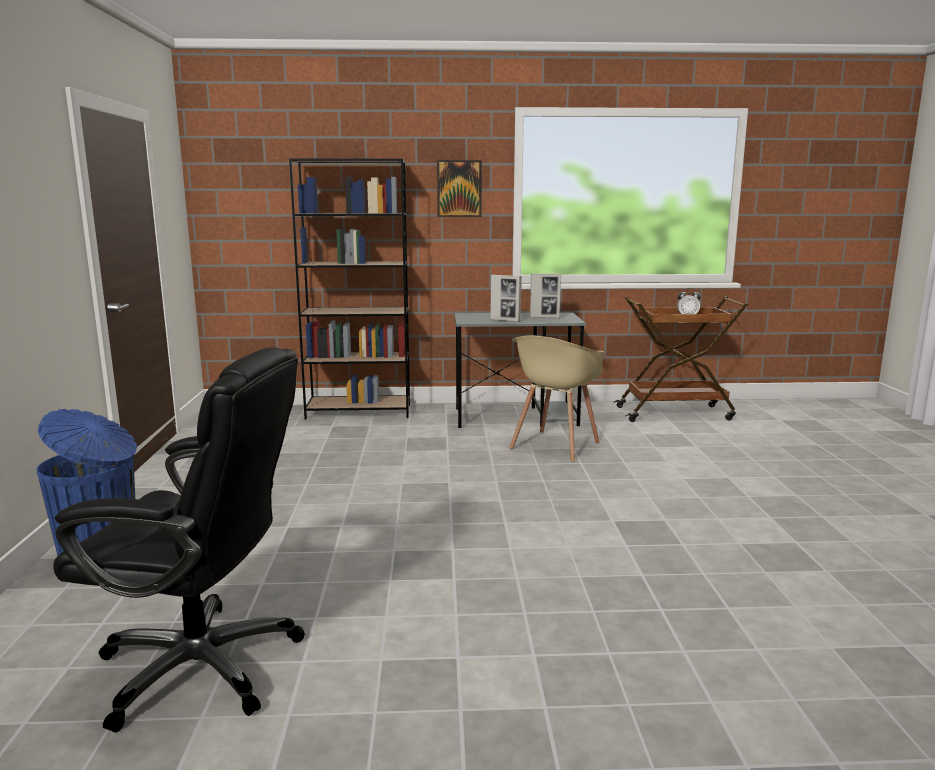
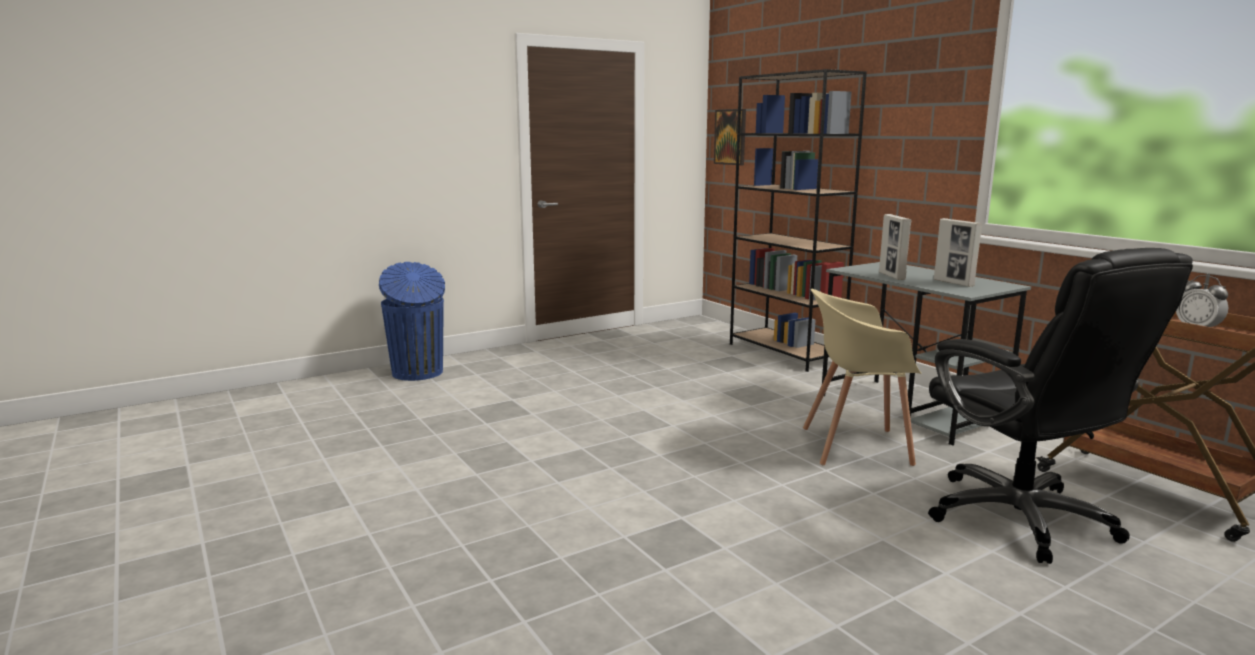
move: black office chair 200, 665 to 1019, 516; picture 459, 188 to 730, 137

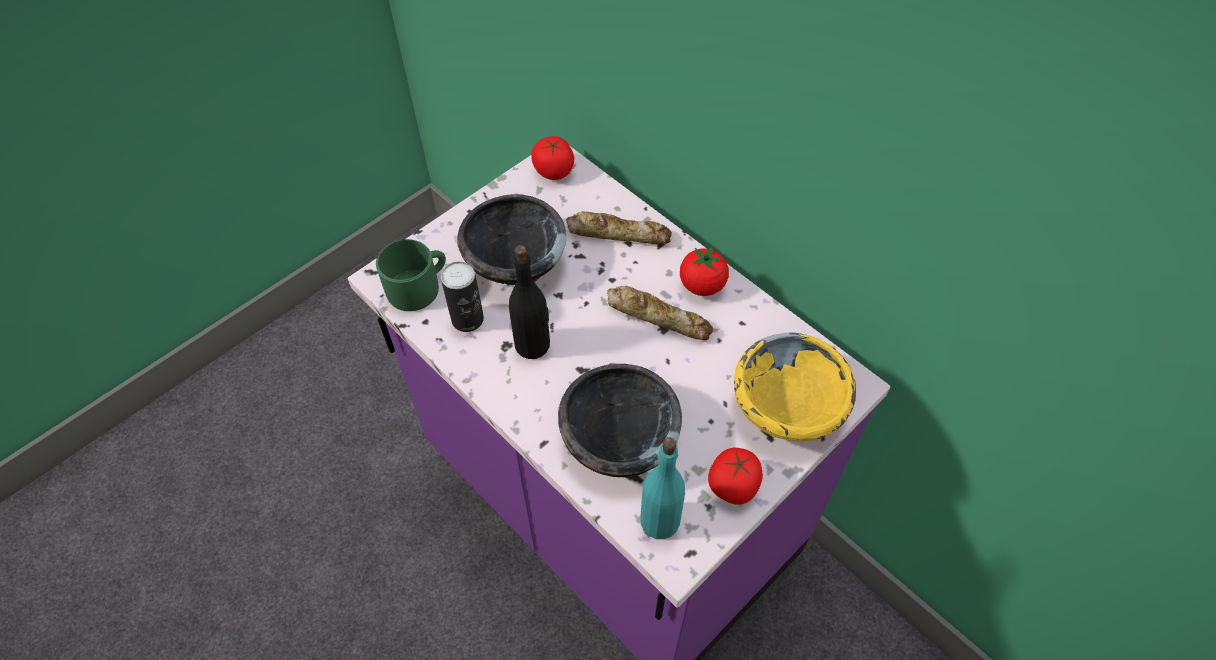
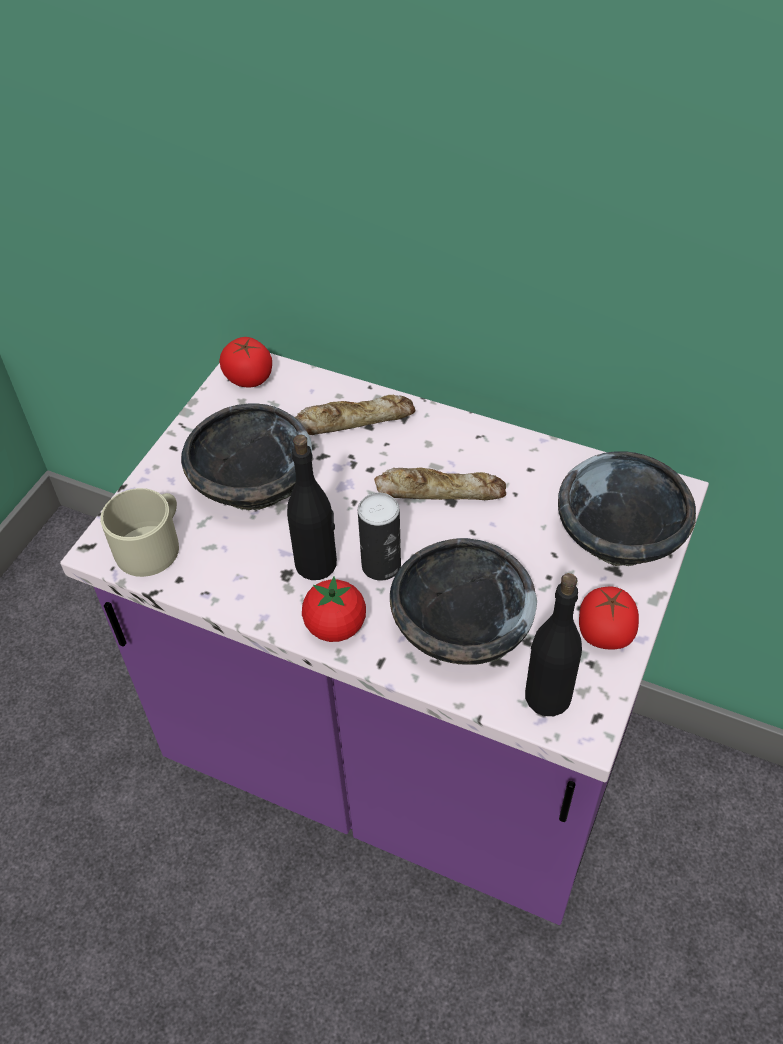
move: can 467, 319 to 381, 565; tomato 702, 285 to 335, 626
recolor: green mug 419, 286 to beige mug 153, 544; turquoise bottle 659, 520 to black bottle 547, 696; yellow bowl 786, 407 to black bowl 618, 537

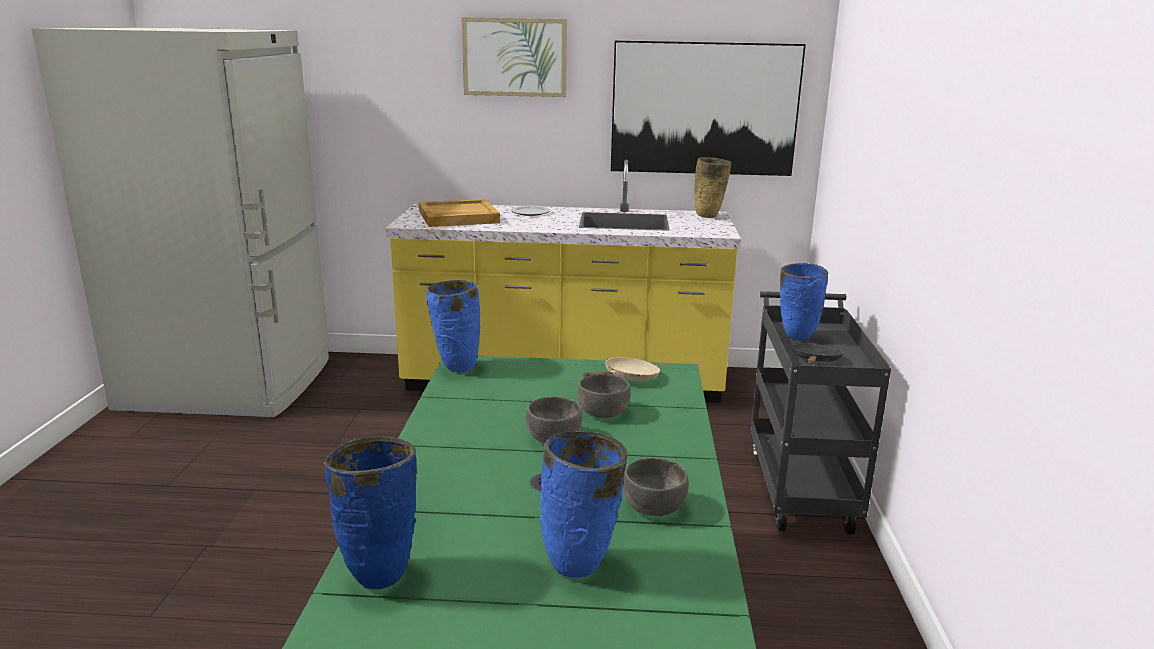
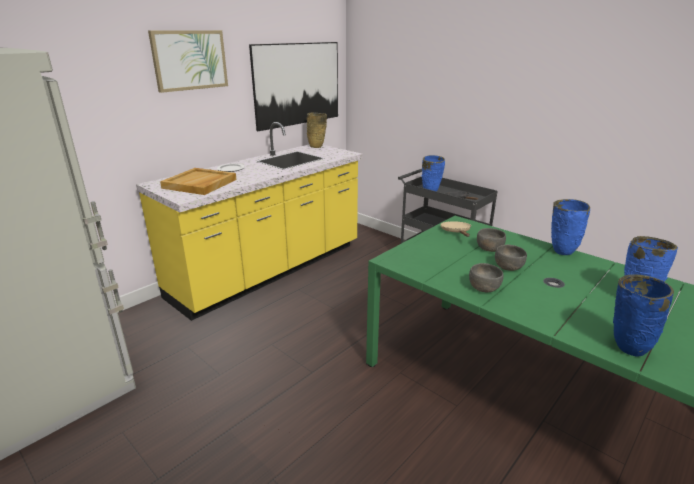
move: blue vase 456, 366 to 561, 252; grey bowl 655, 507 to 484, 287

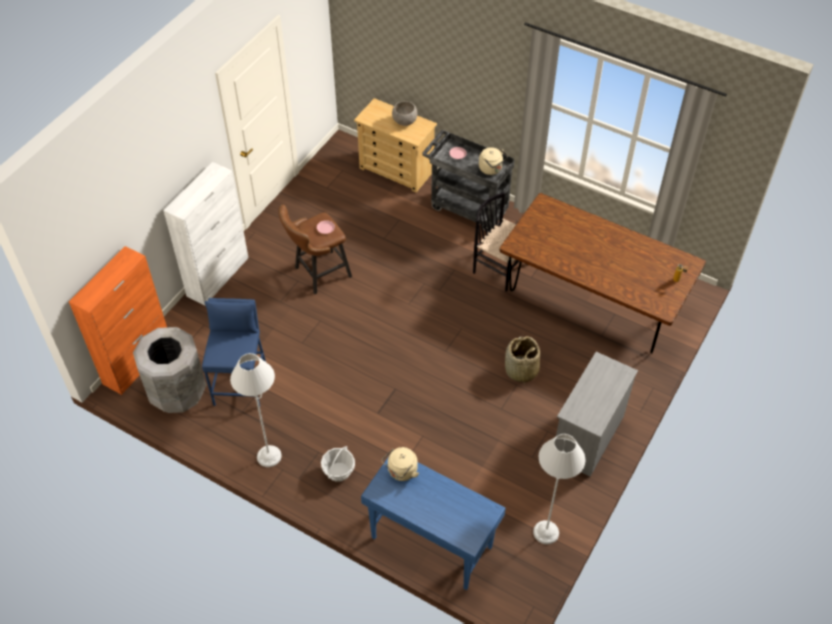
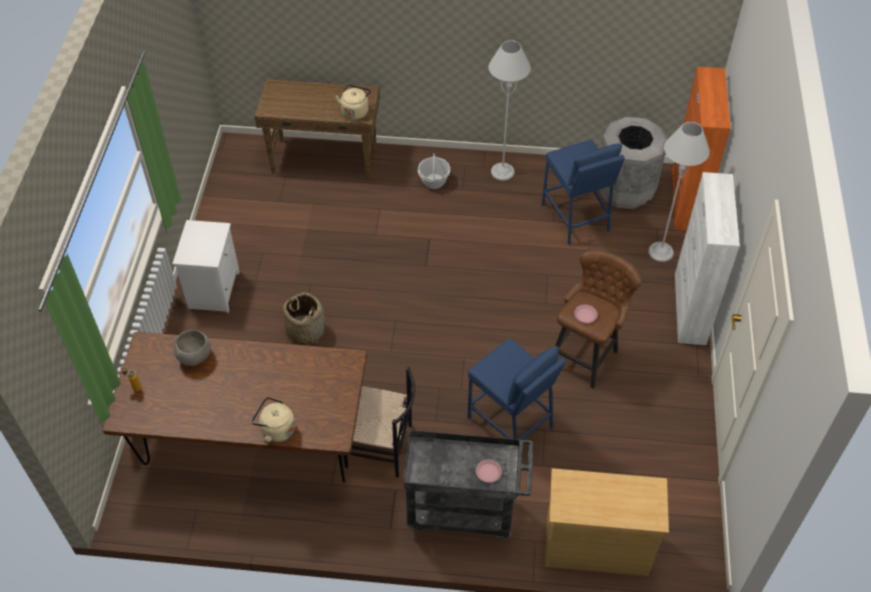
insert: blue stool 510, 422
move: grey bowl 404, 121 to 195, 357; beige kettle 491, 169 to 276, 429; grey floor lamp 546, 532 to 660, 252
replace: grey dresser 587, 437 to white nightstand 213, 289
recolor: blue console table 431, 542 to brown console table 325, 160

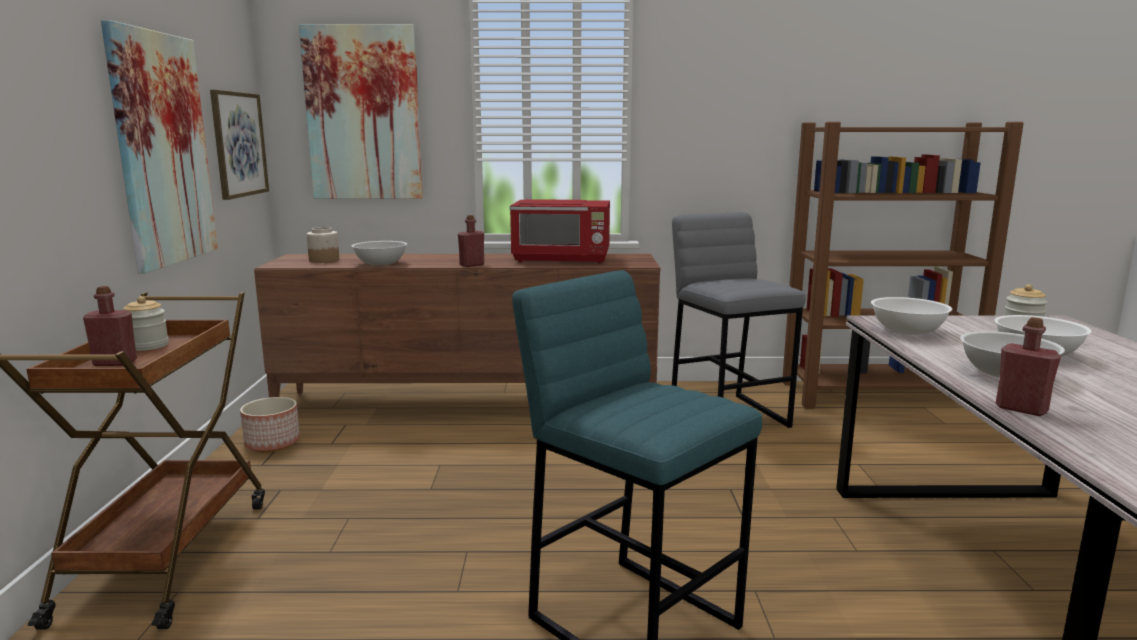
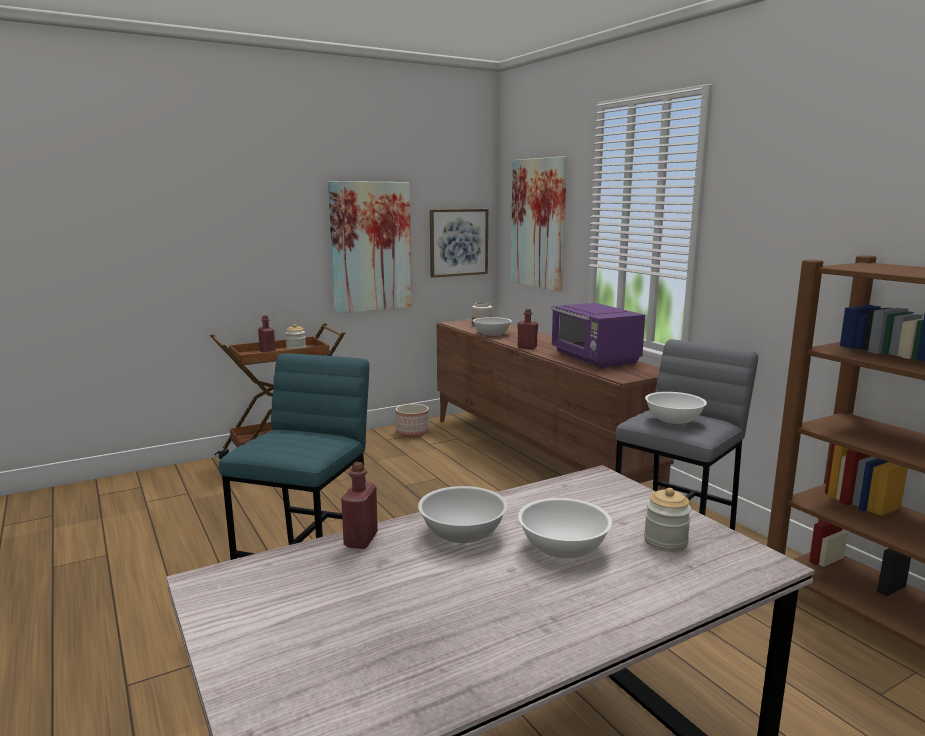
move: white bowl 907, 331 to 674, 420
recolor: red microwave 563, 259 to purple microwave 594, 359

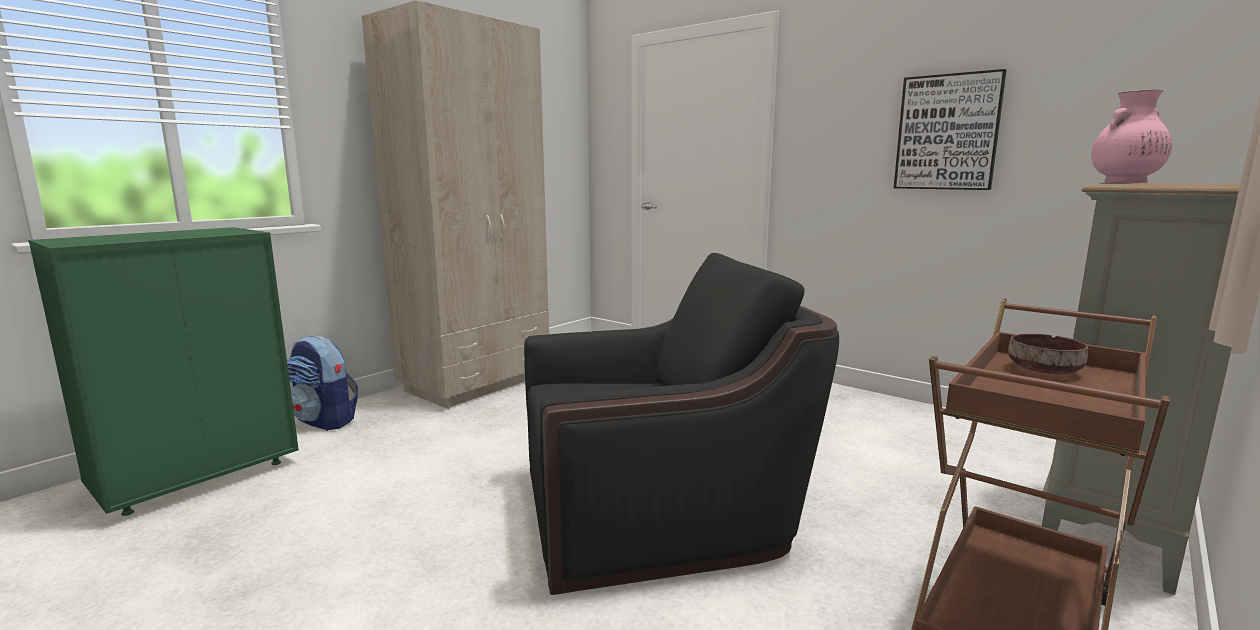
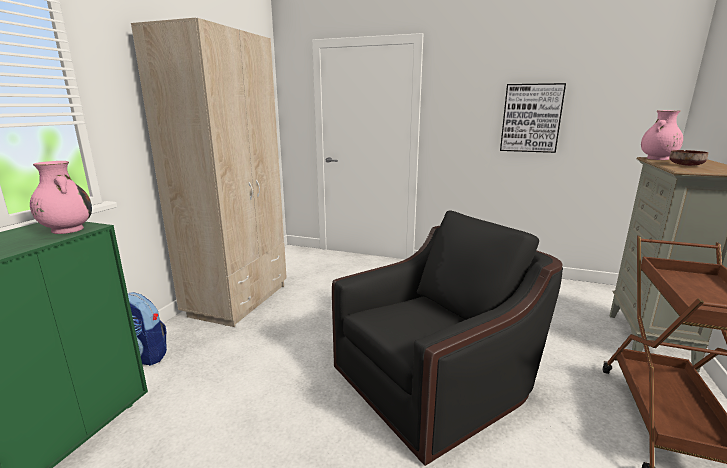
insert: pink vase 67, 229
move: brown bowl 1042, 371 to 685, 165

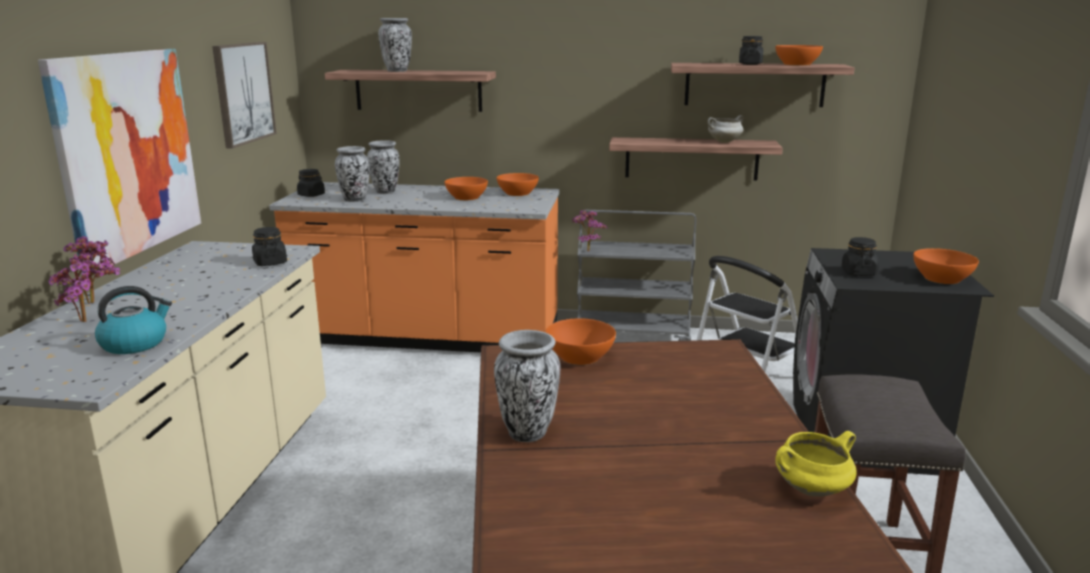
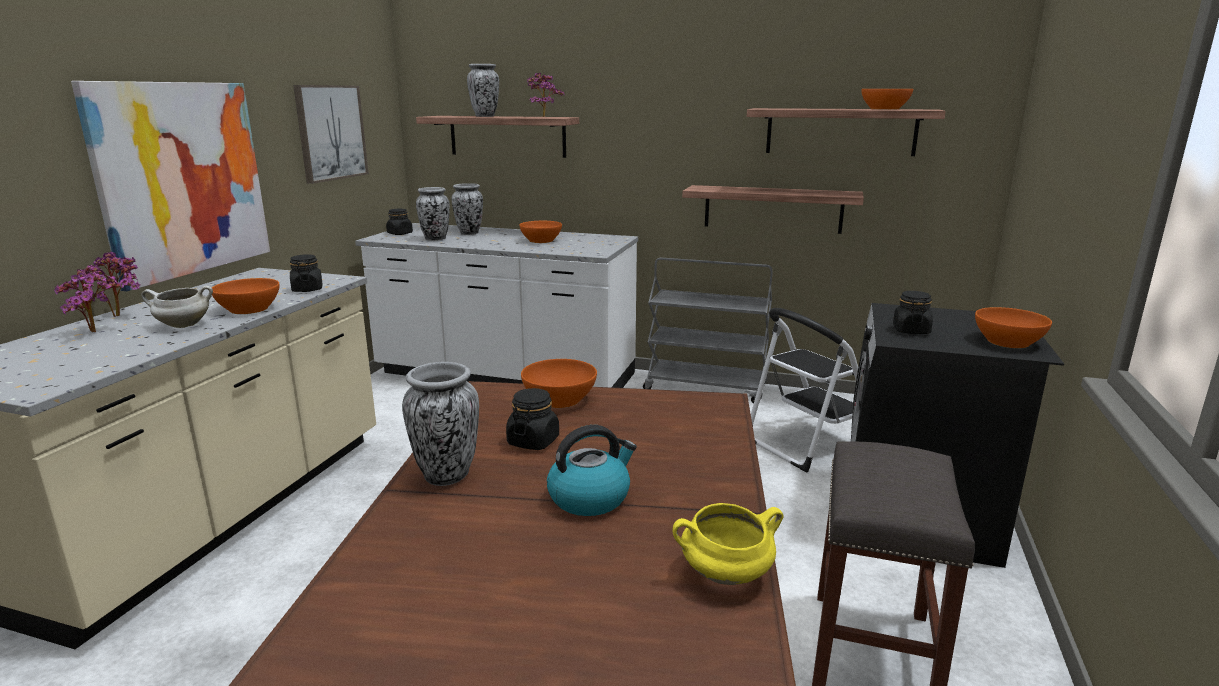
move: kettle 135, 343 to 590, 497; orange bowl 517, 193 to 248, 309; potted plant 587, 250 to 543, 117; white cooking pot 724, 142 to 183, 326; black jar 750, 64 to 533, 441
recolor: orange counter 427, 336 to white counter 505, 375

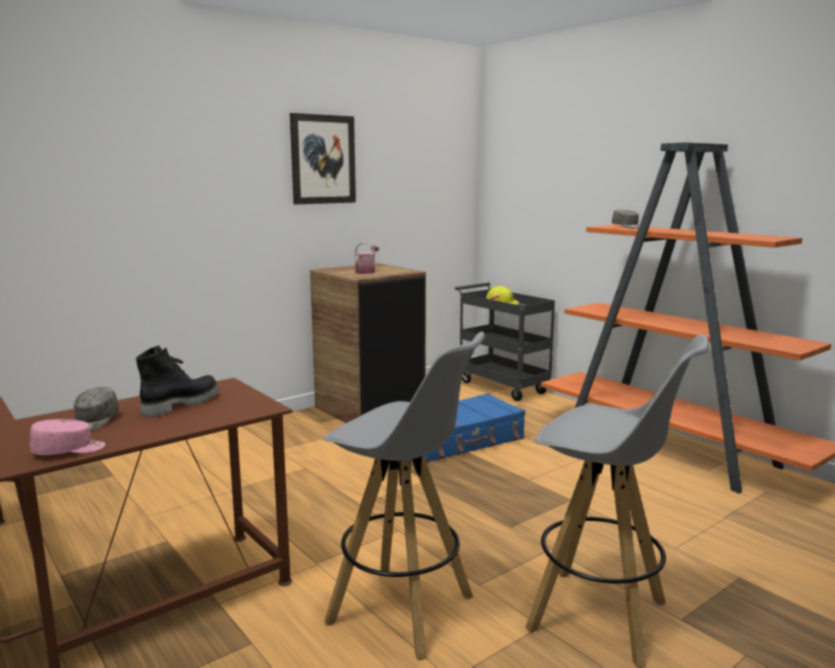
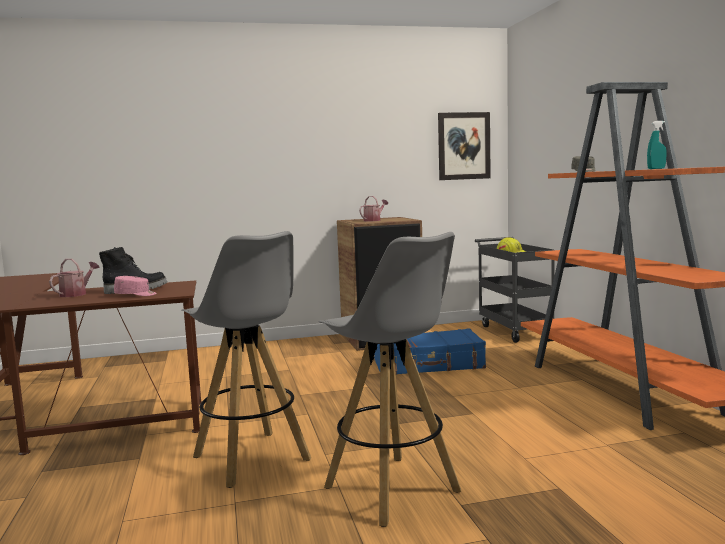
insert: turquoise spray bottle 656, 168
move: pink cap 69, 450 to 136, 295; picture 323, 159 to 464, 146
replace: grey cap 94, 421 to watering can 76, 294

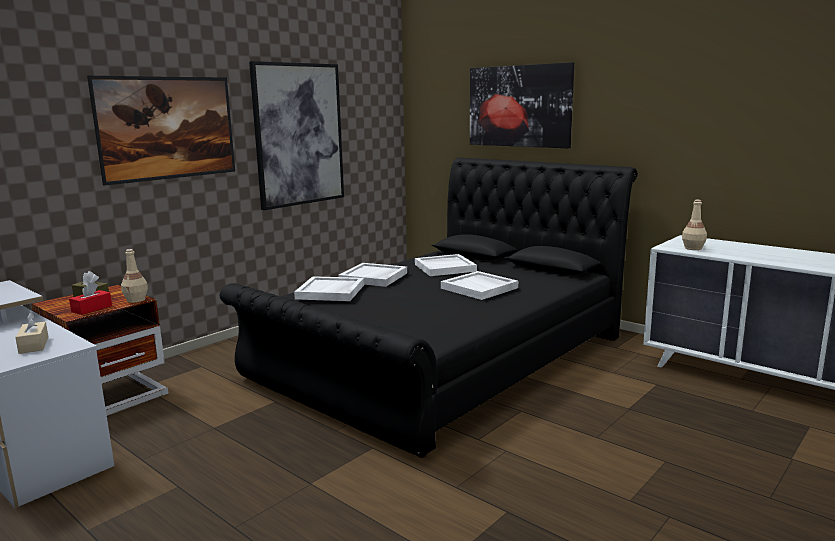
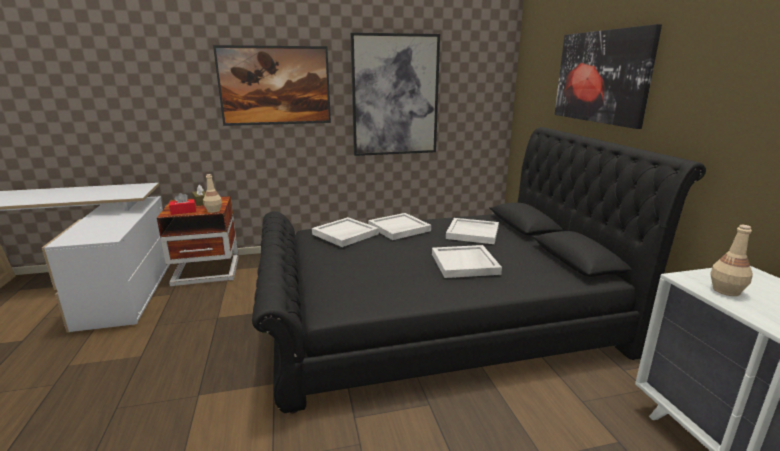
delete: beige tissue box 34, 345

